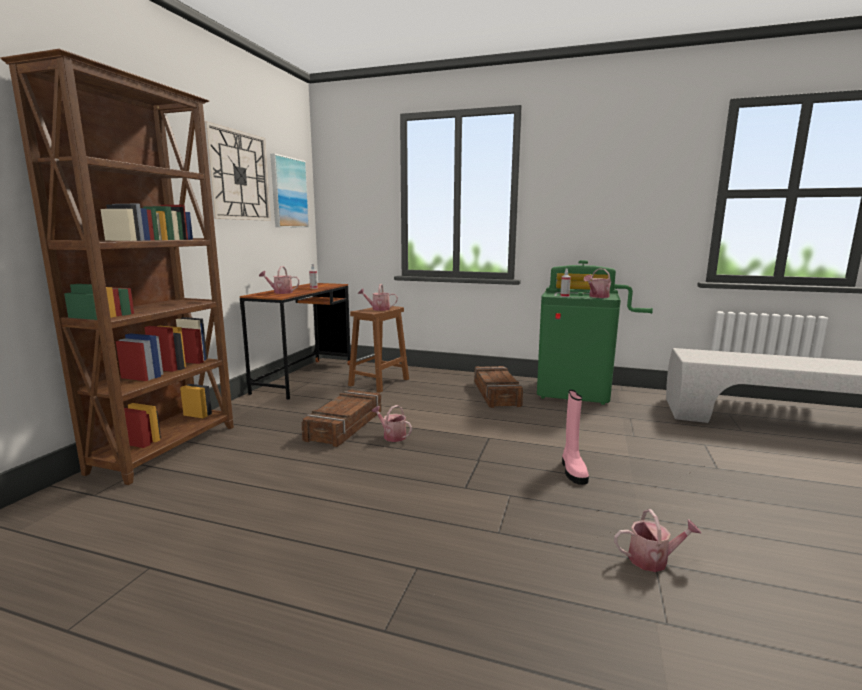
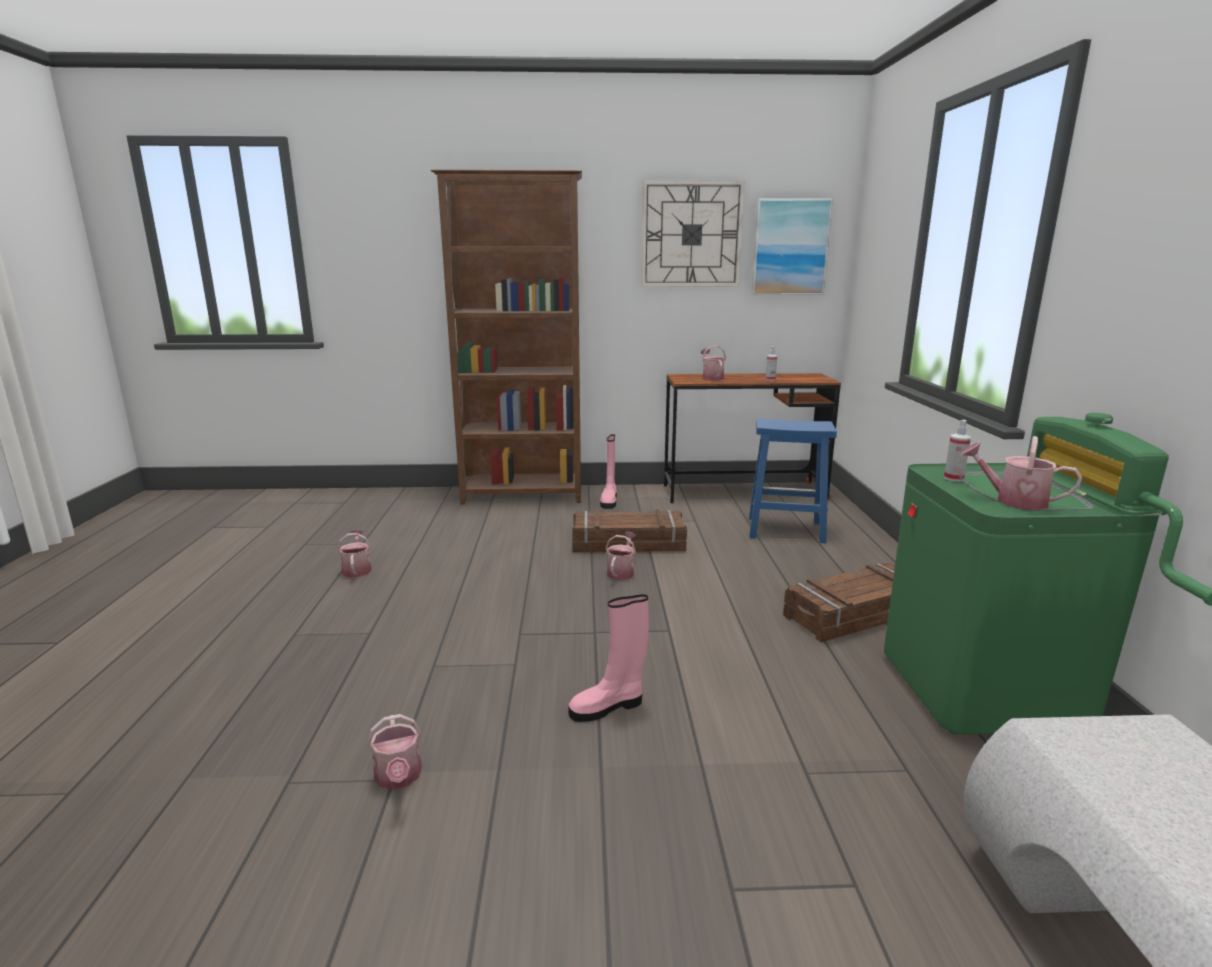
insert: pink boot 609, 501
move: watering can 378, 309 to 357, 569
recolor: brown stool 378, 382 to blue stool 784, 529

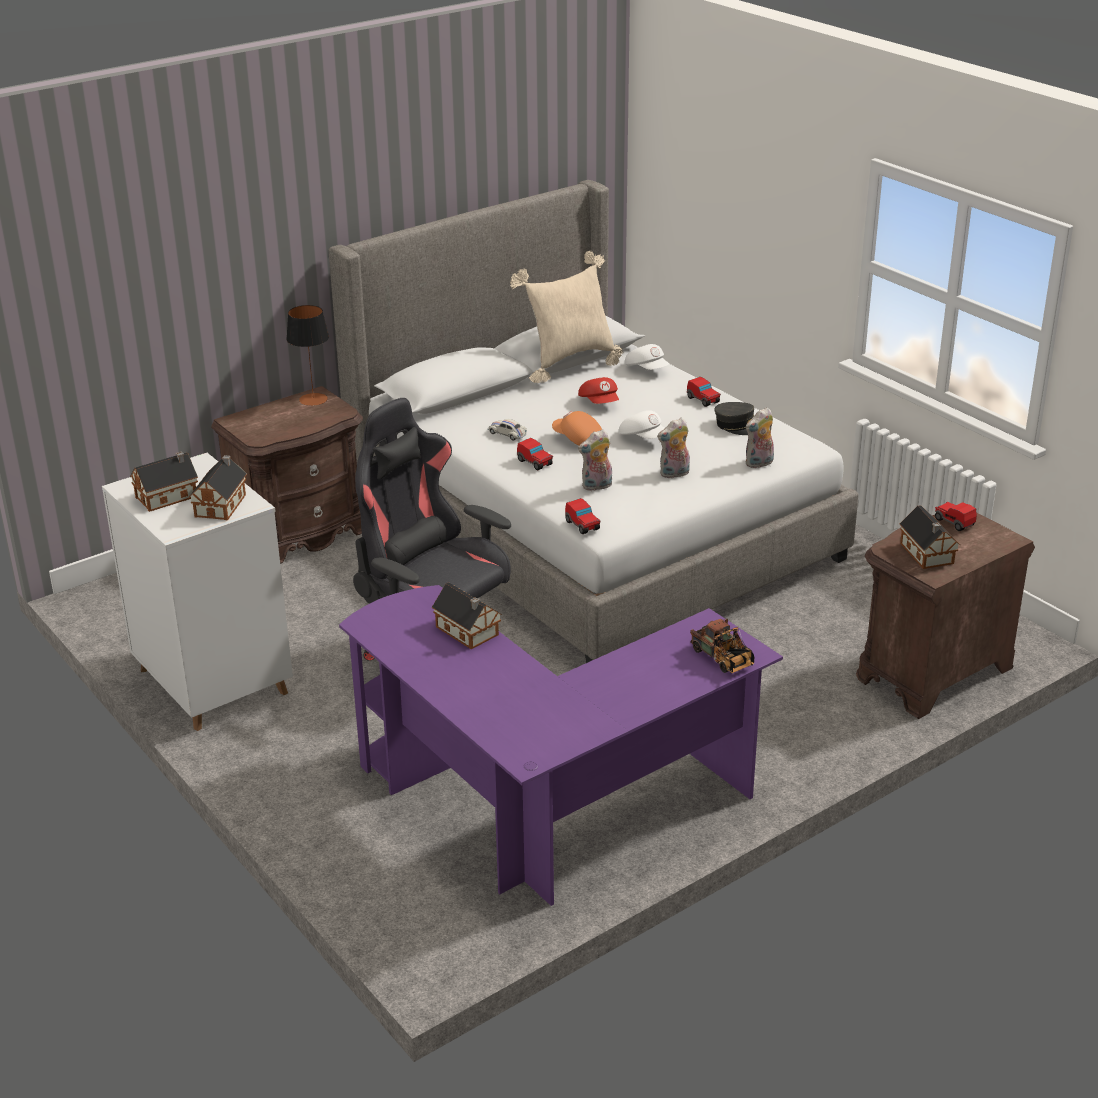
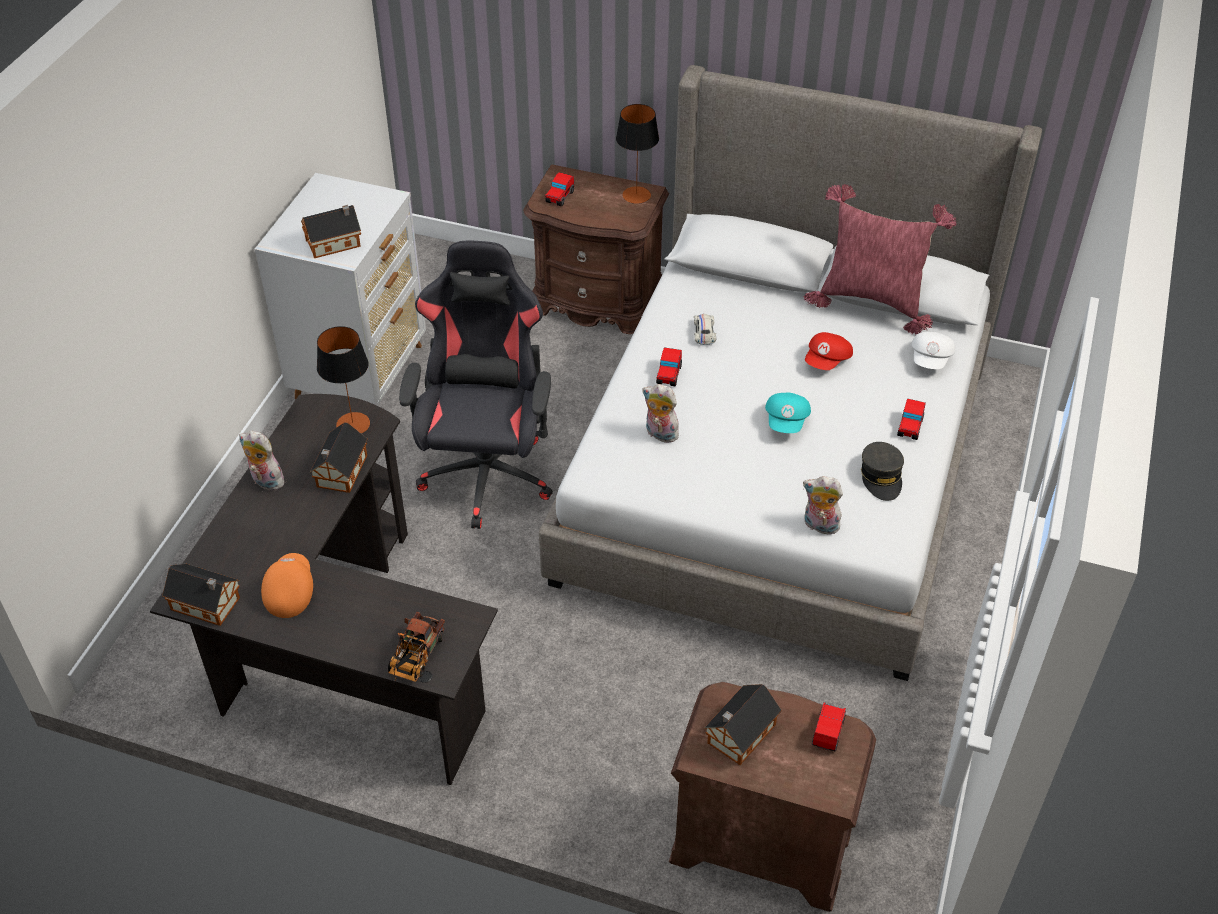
insert: table lamp 353, 424
move: toy house 169, 496 to 207, 605; orange cap 578, 440 to 289, 592; toy car 582, 525 to 559, 197; plush toy 674, 474 to 265, 481
recolor: purple desk 545, 809 to black desk 338, 649; beige pillow 567, 369 to red pillow 870, 308; white cap 643, 437 to turquoise cap 787, 421

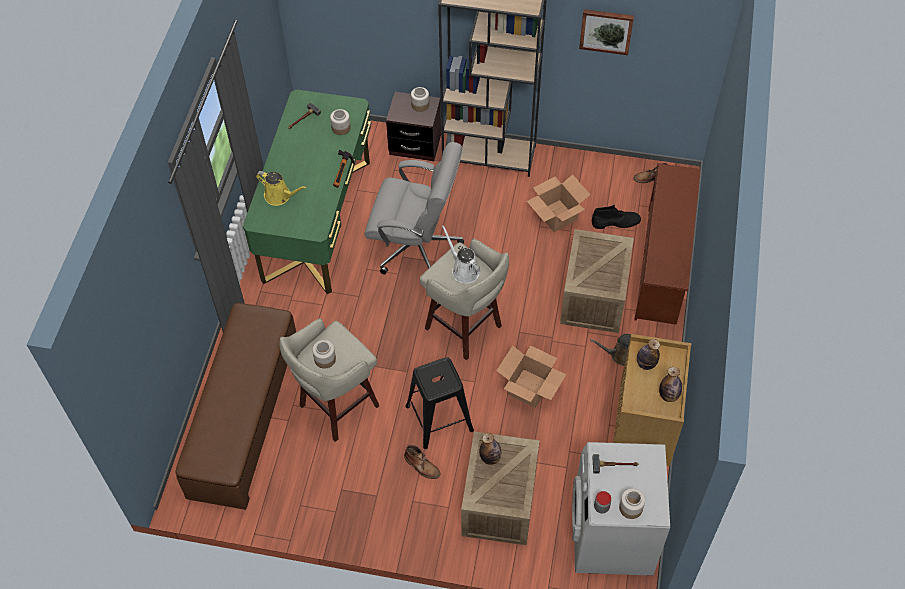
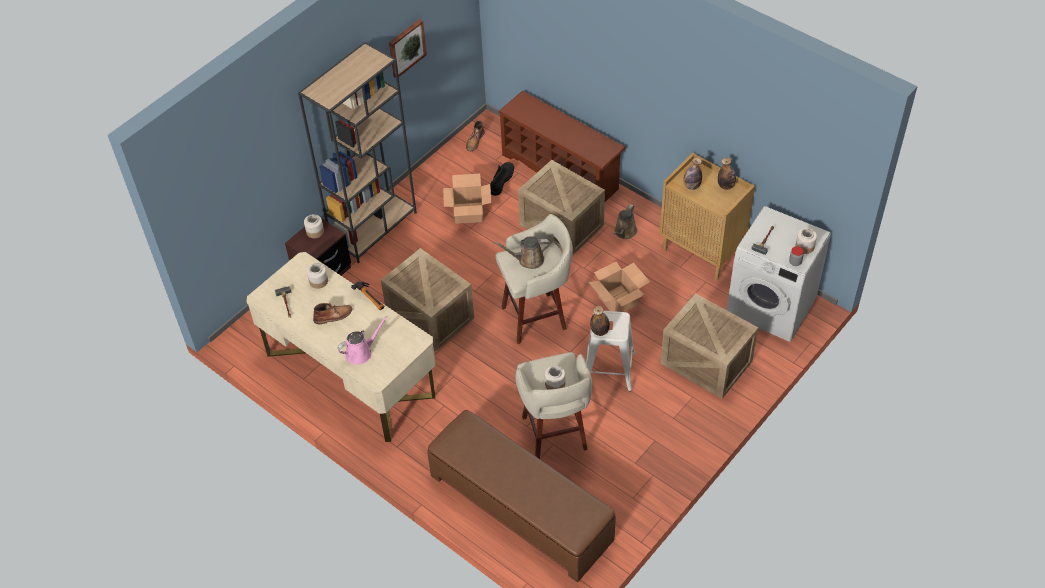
move: brown boot 422, 466 to 333, 316; bottle 490, 458 to 600, 331
replace: grey office chair 416, 247 to crate 431, 316
recolor: green desk 317, 220 to beige desk 350, 374; yellow watering can 280, 196 to pink watering can 361, 352; black stool 439, 418 to white stool 609, 369; white watering can 463, 270 to brown watering can 528, 260

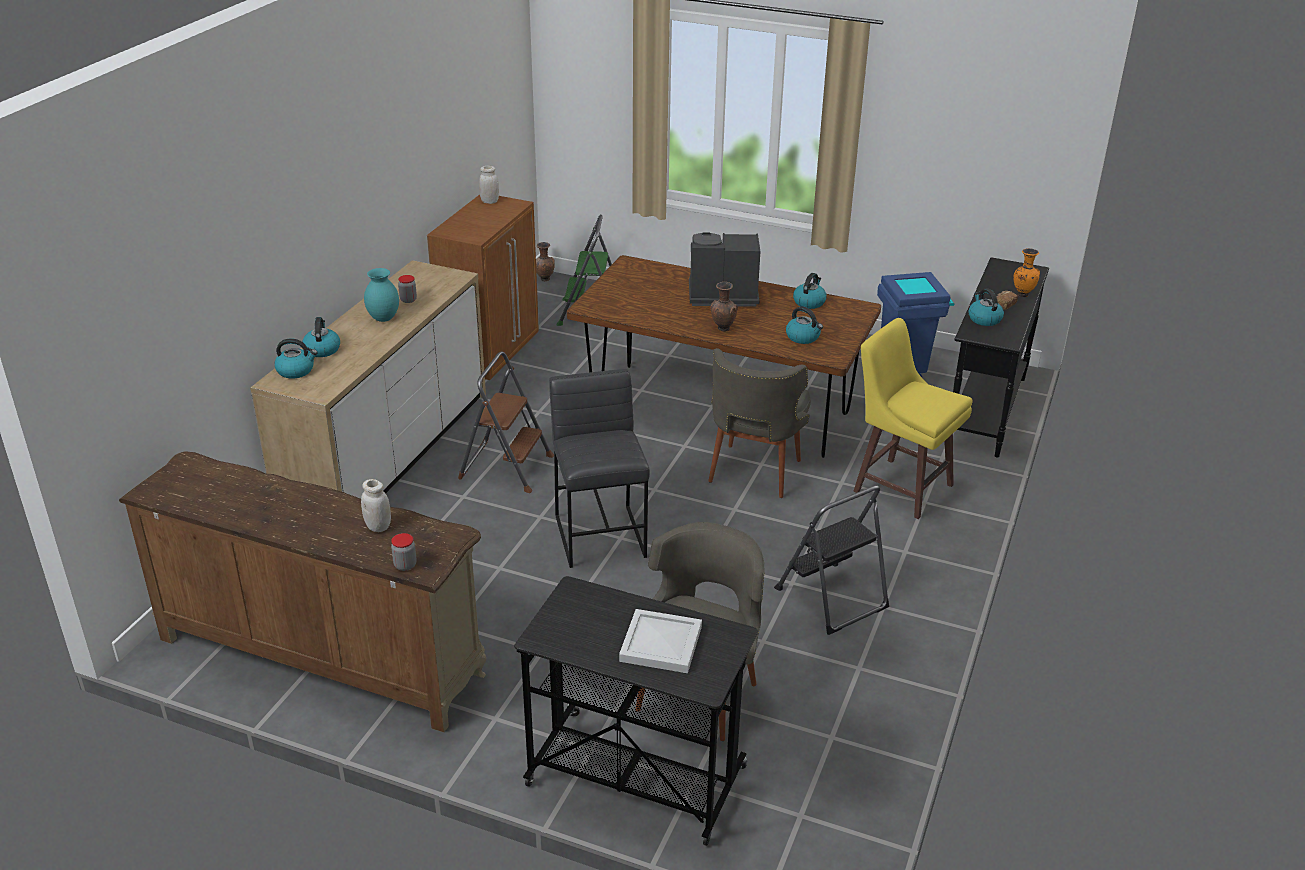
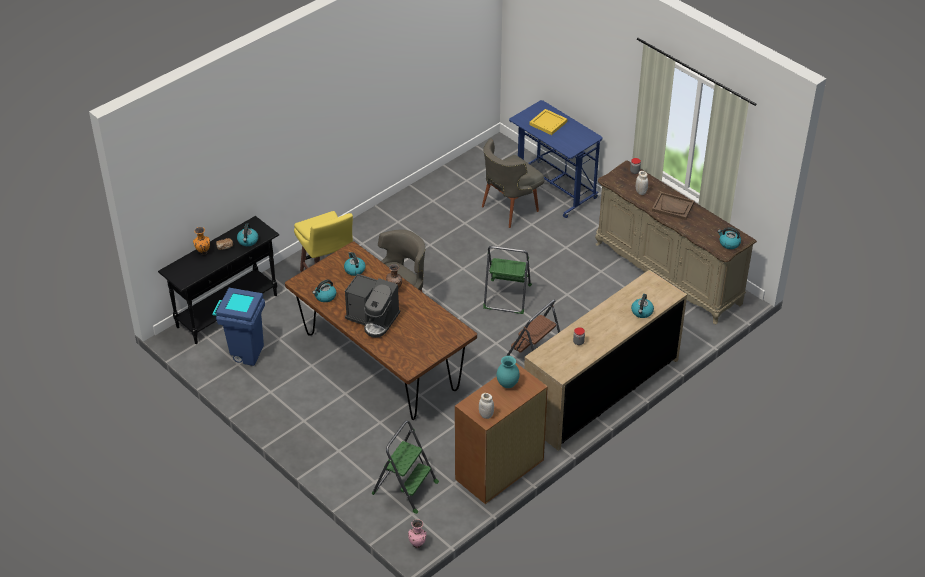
delete: black step ladder 833, 600
insert: brown tray 673, 207
move: kettle 296, 370 to 729, 243; turquoise vase 384, 318 to 507, 384
replace: grey stool 600, 535 to green step ladder 506, 297
recolor: black desk 635, 776 to blue desk 552, 189; brown vase 544, 280 to pink vase 417, 544; white tray 659, 644 to yellow tray 548, 123

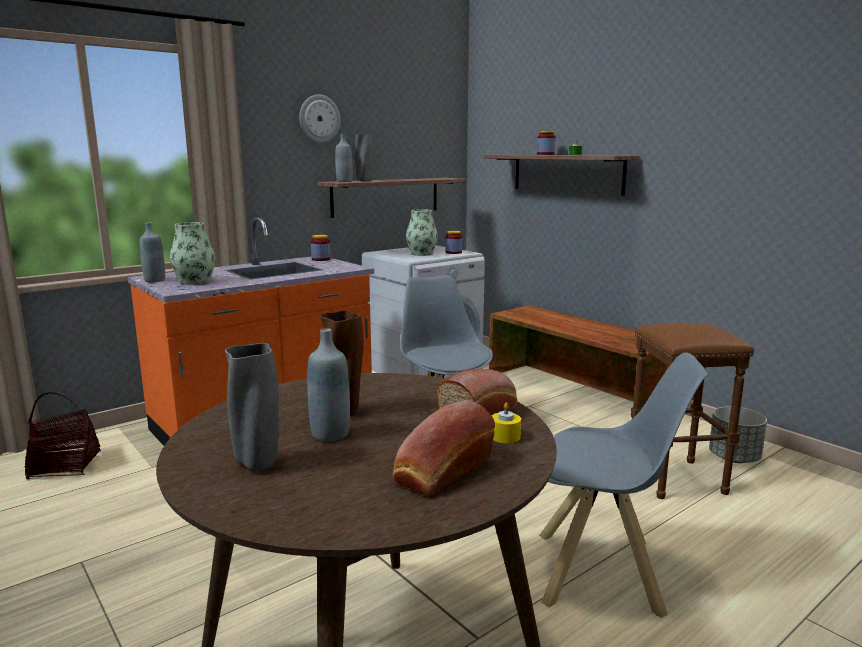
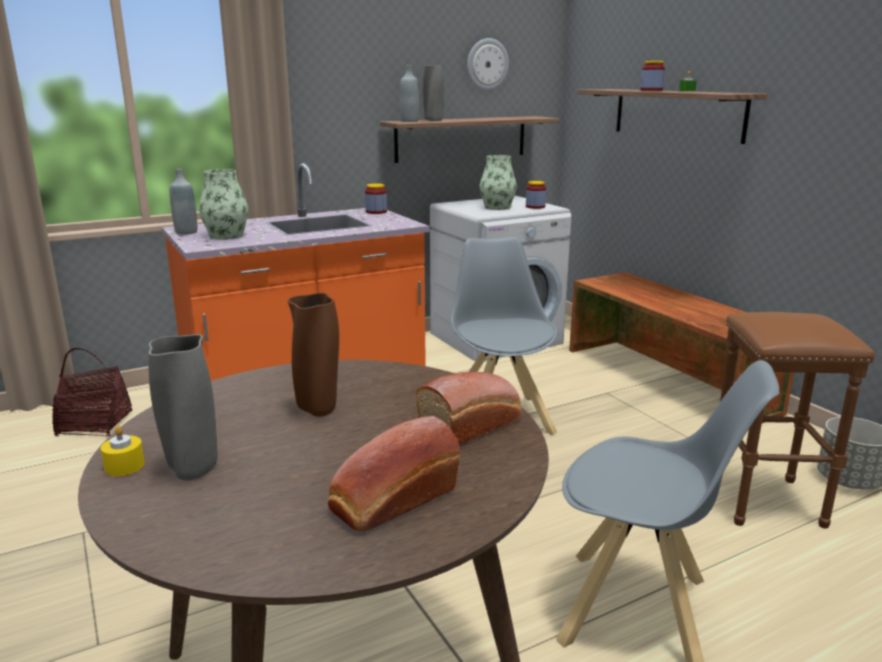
delete: grey bottle 330, 434
move: wall clock 319, 119 to 487, 64; yellow candle 505, 436 to 124, 466

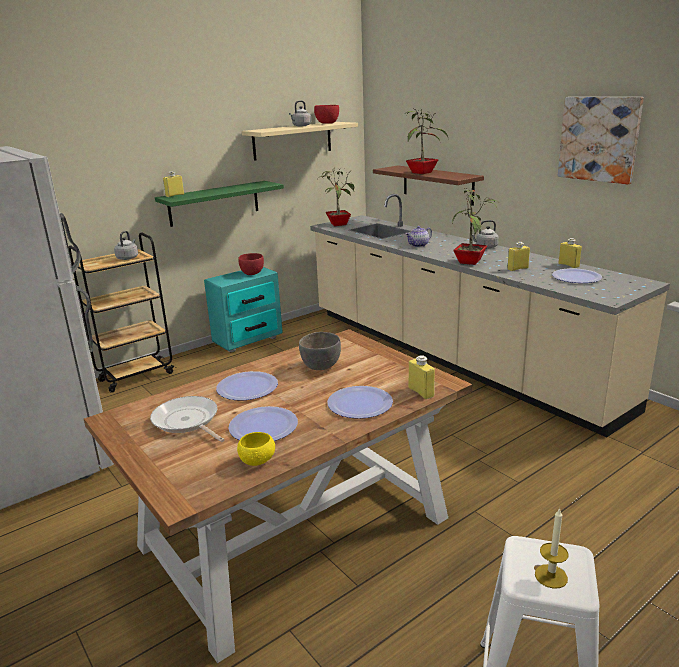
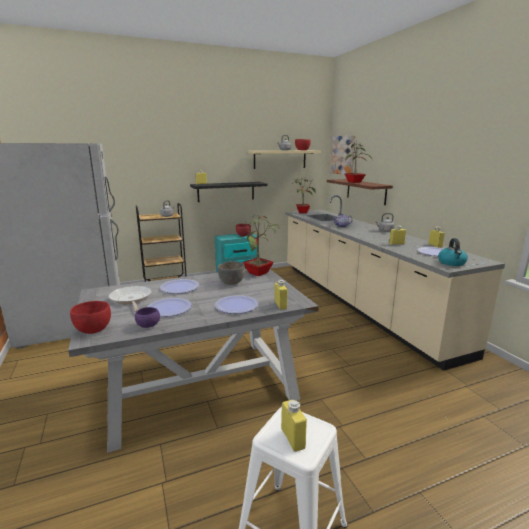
insert: red bowl 93, 330; kettle 452, 263
move: potted plant 471, 262 to 259, 273; picture 599, 139 to 343, 155
replace: candle 551, 576 to yellow bottle 293, 438
recolor: brown dining table 294, 532 to grey dining table 198, 387; green shelf 214, 203 to black shelf 226, 191; yellow bowl 257, 461 to purple bowl 148, 325

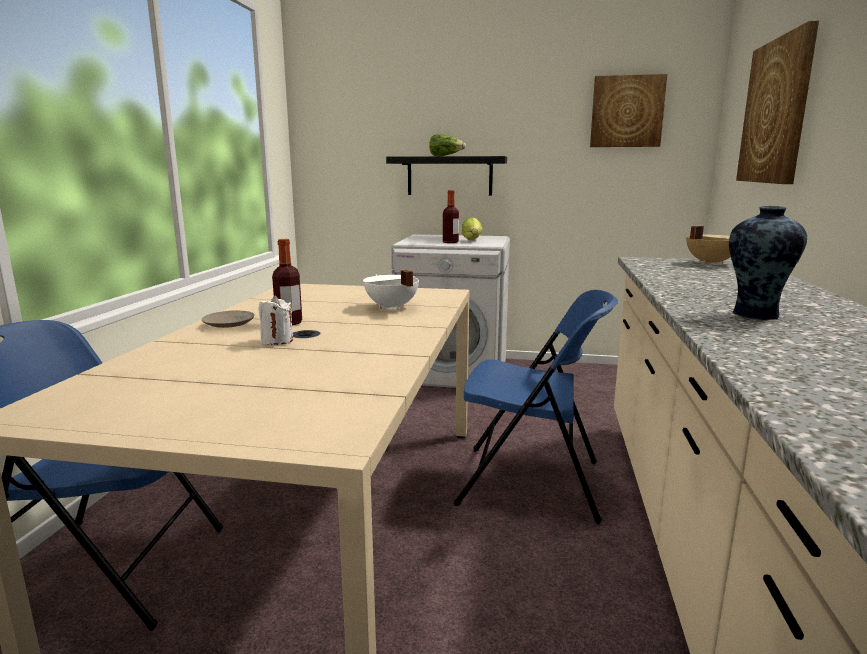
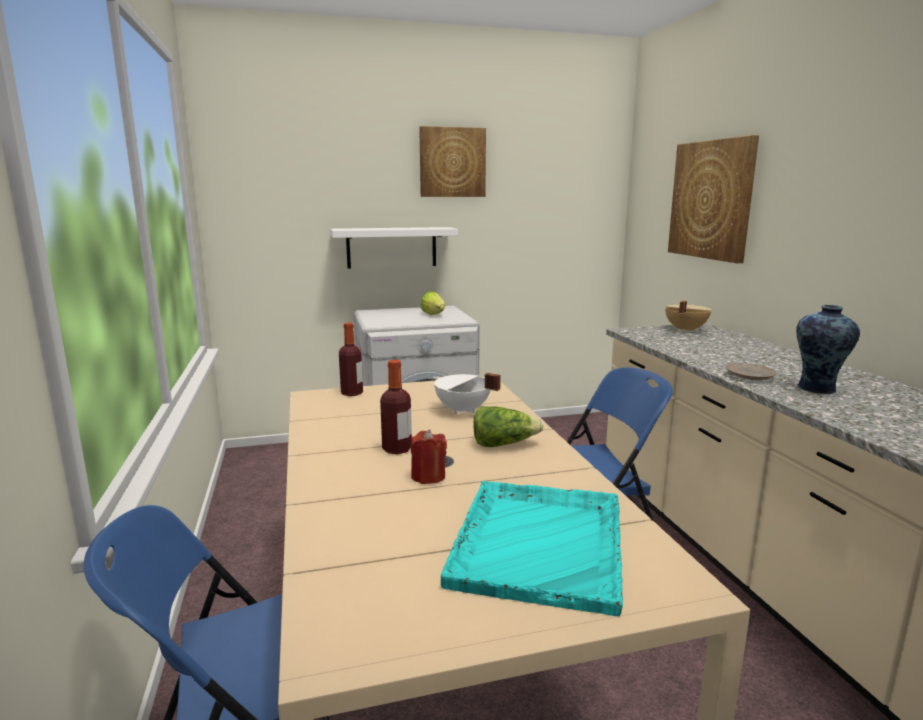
insert: turquoise tray 539, 542
move: beige plate 230, 324 to 750, 376; lettuce 445, 156 to 503, 444; bottle 450, 242 to 352, 393; picture 627, 111 to 452, 162
recolor: white candle 277, 340 to red candle 428, 476; black shelf 449, 176 to white shelf 391, 247

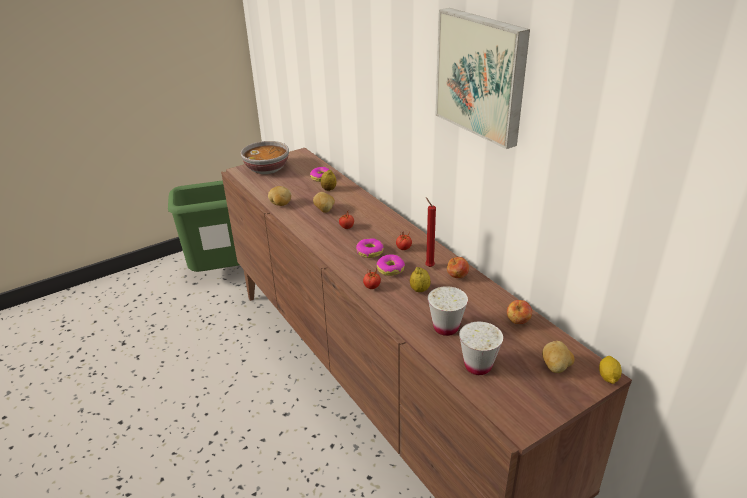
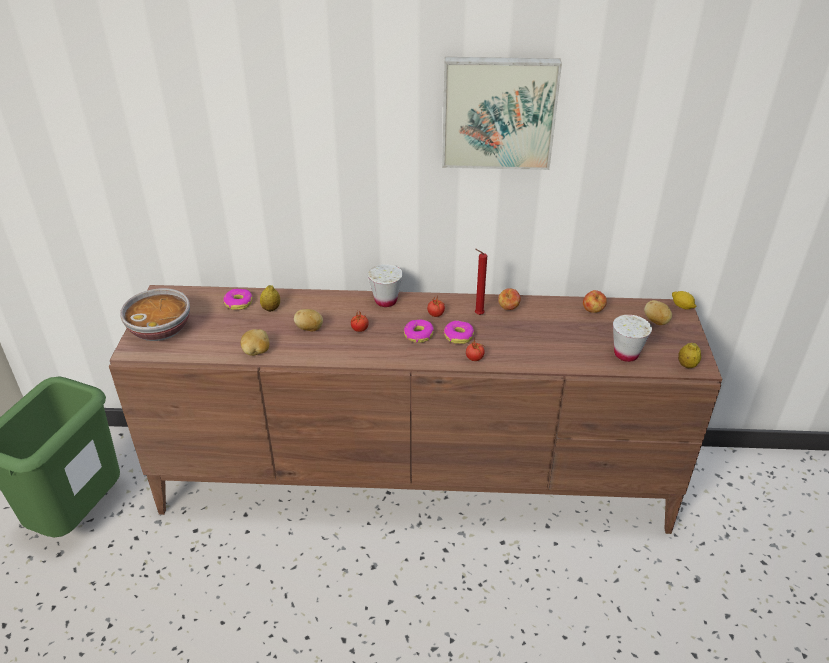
move: lemon 419, 290 to 687, 365; white cup 446, 328 to 385, 301

